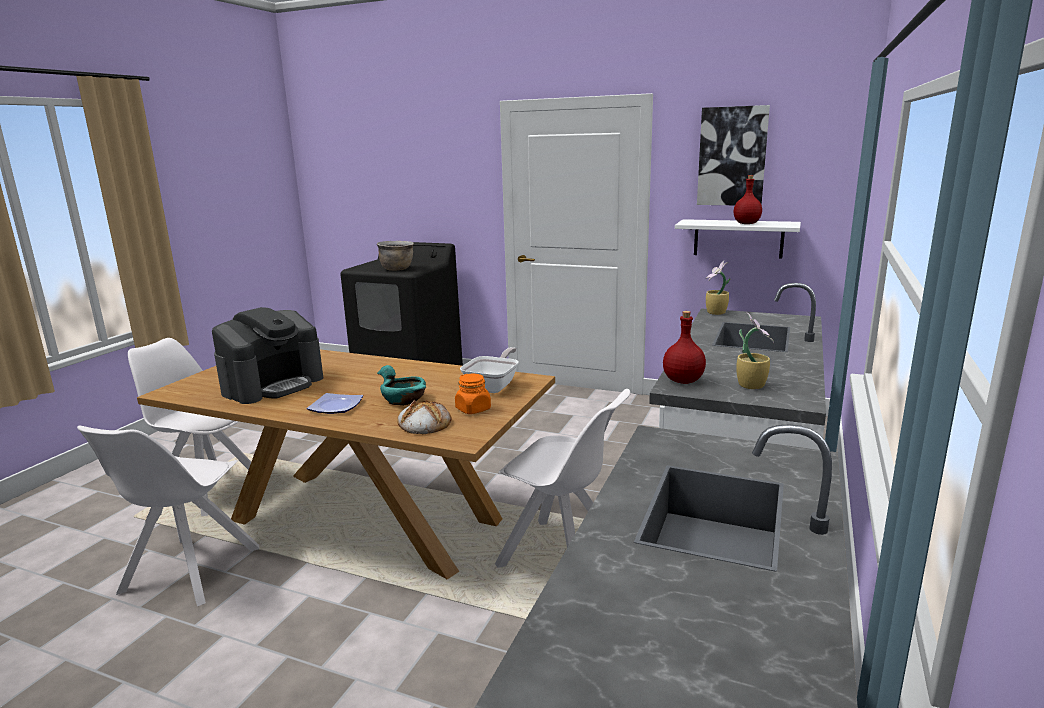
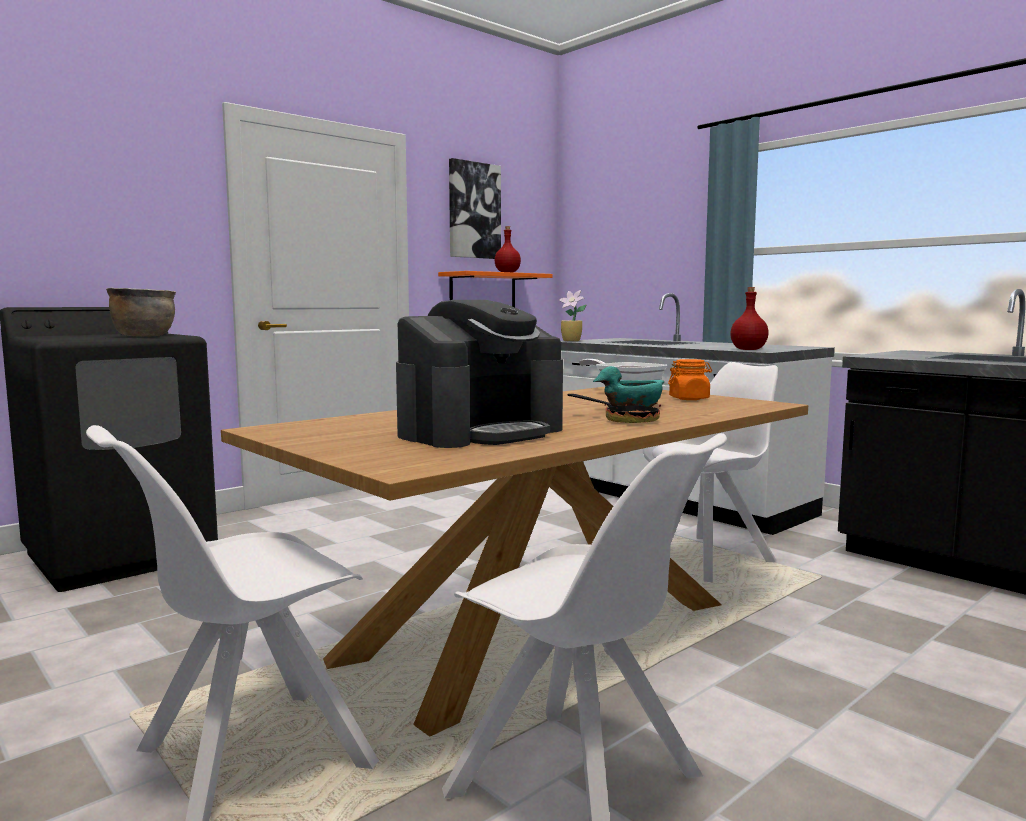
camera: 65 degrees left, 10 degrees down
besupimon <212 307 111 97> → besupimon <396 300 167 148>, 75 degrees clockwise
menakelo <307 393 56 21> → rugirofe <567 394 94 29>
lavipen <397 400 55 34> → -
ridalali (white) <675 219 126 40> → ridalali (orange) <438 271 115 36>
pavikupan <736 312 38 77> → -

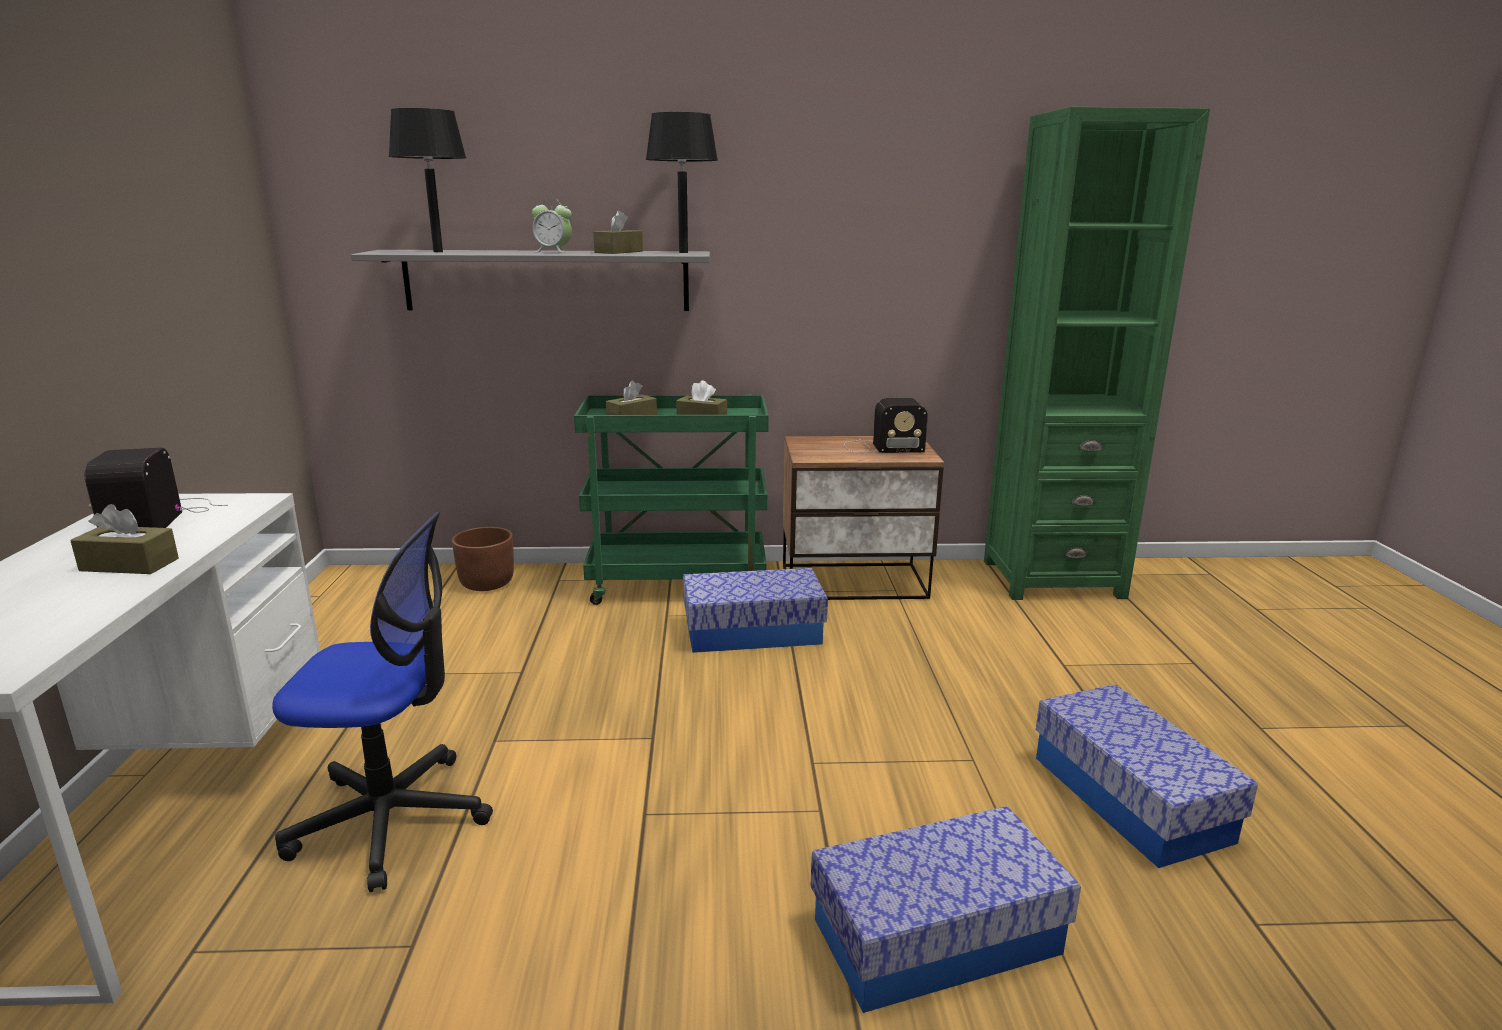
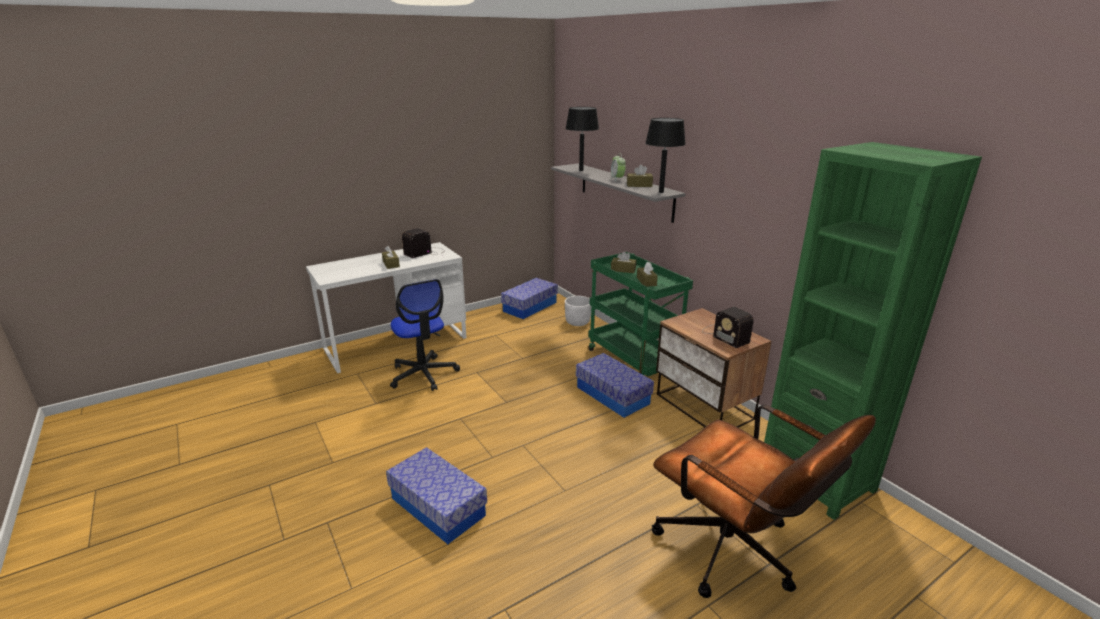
camera: 60 degrees right, 5 degrees up
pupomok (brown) <452 527 62 64> → pupomok (white) <565 296 26 30>
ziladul <1036 684 222 184> → ziladul <501 278 57 41>, relocated
- → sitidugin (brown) <652 404 224 194>

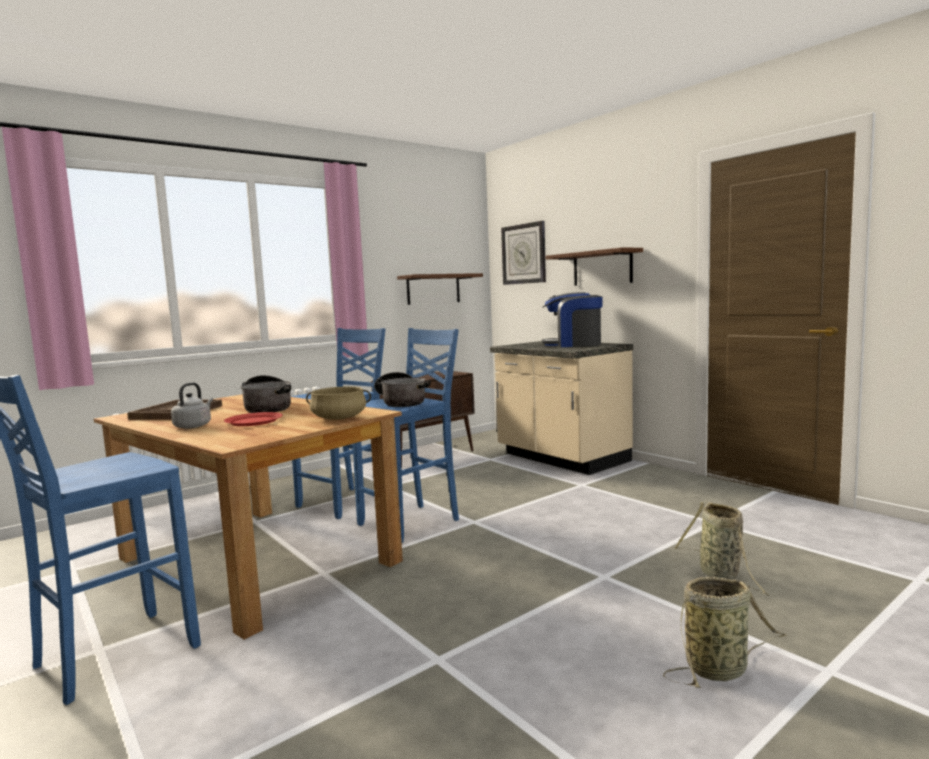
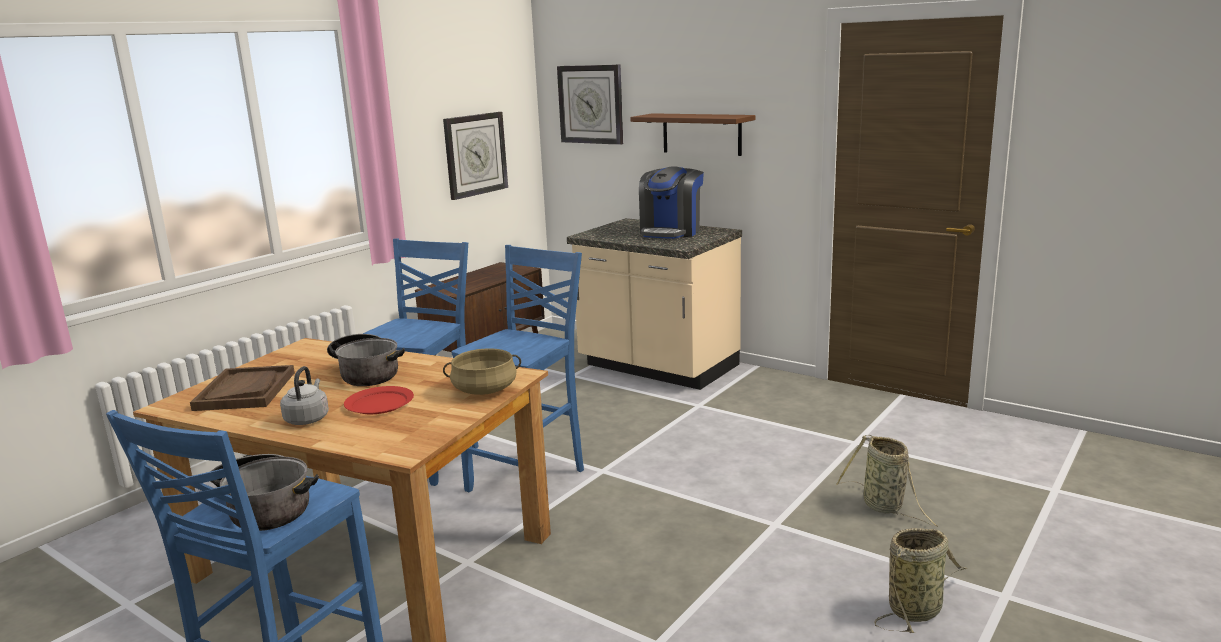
camera: 15 degrees left, 10 degrees up
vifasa <374 372 57 35> → vifasa <210 454 109 77>, relocated
ridalali (brown) <397 273 86 32> → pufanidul <443 112 65 88>
besupimon <542 292 61 55> → besupimon <639 166 65 73>, 60 degrees counterclockwise

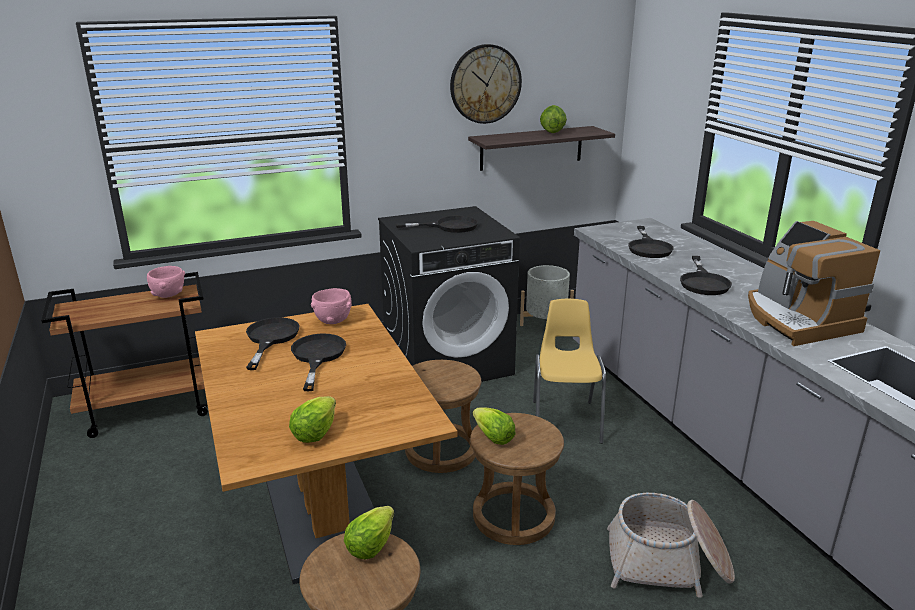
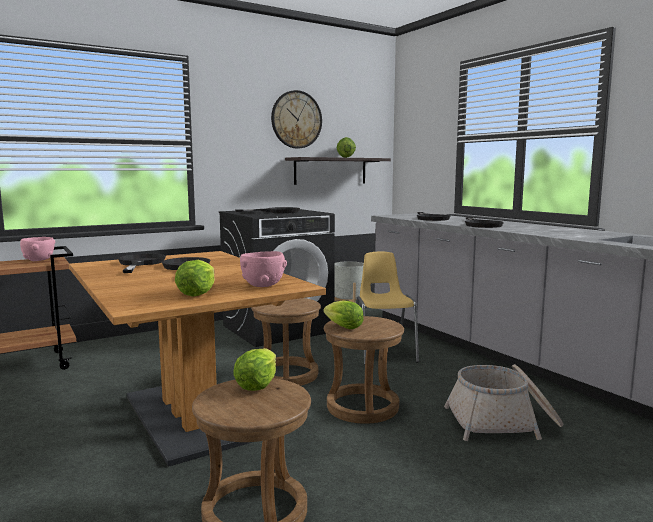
camera: 10 degrees left, 15 degrees down
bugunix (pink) <311 288 41 36> → bugunix (pink) <240 251 47 36>, relocated
besupimon <748 221 132 125> → -

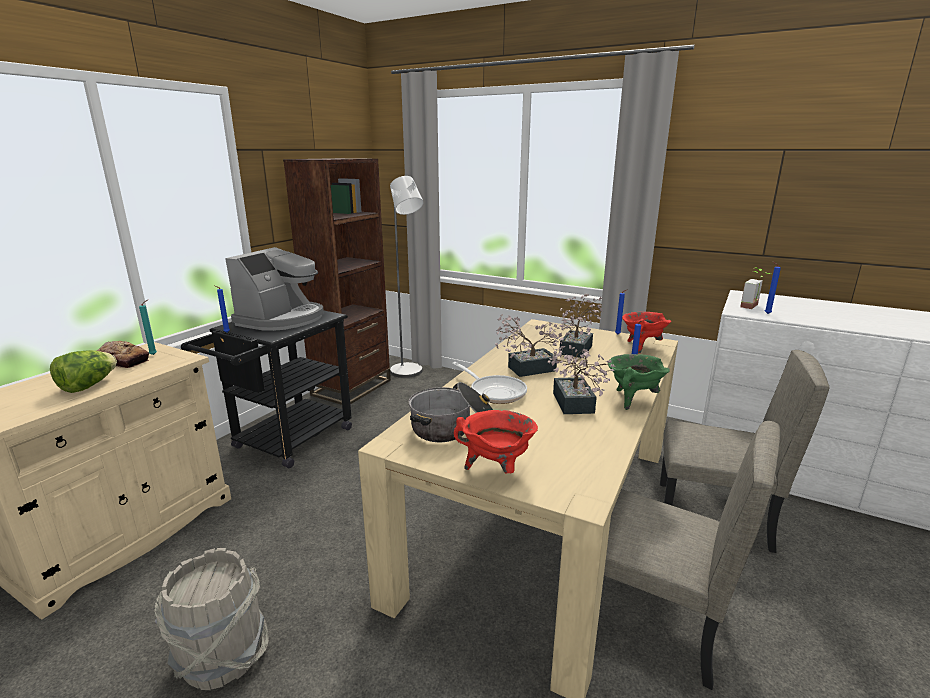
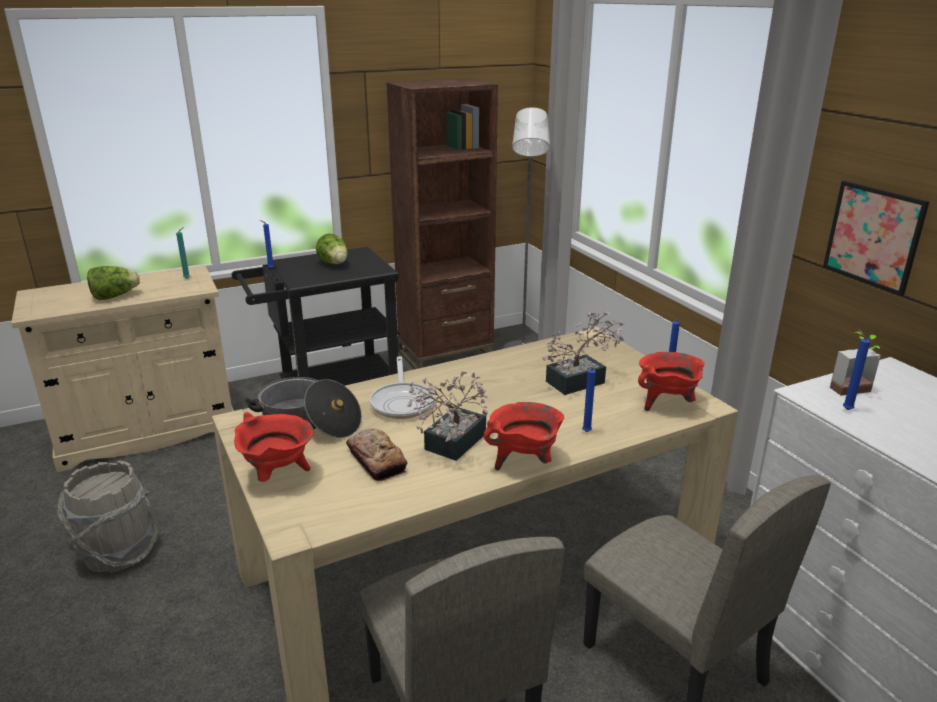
camera: 35 degrees right, 5 degrees up
lavipen <97 341 52 27> → lavipen <346 428 61 53>, relocated
besupimon <225 247 99 84> → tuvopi <316 233 32 31>
pavikupan <495 314 69 63> → -
vifasa (green) <608 354 62 56> → vifasa (red) <484 402 80 68>
- → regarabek <823 181 106 115>

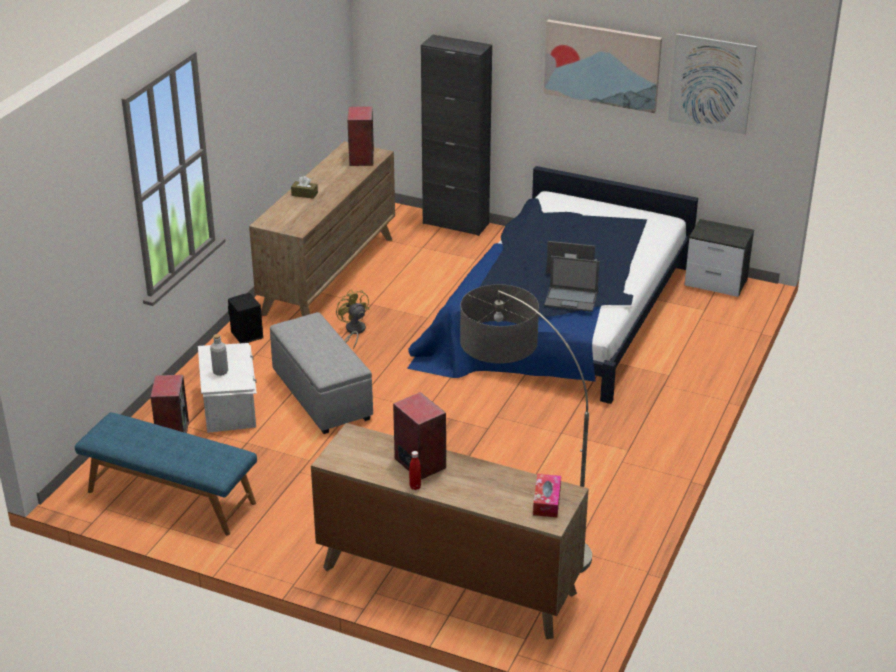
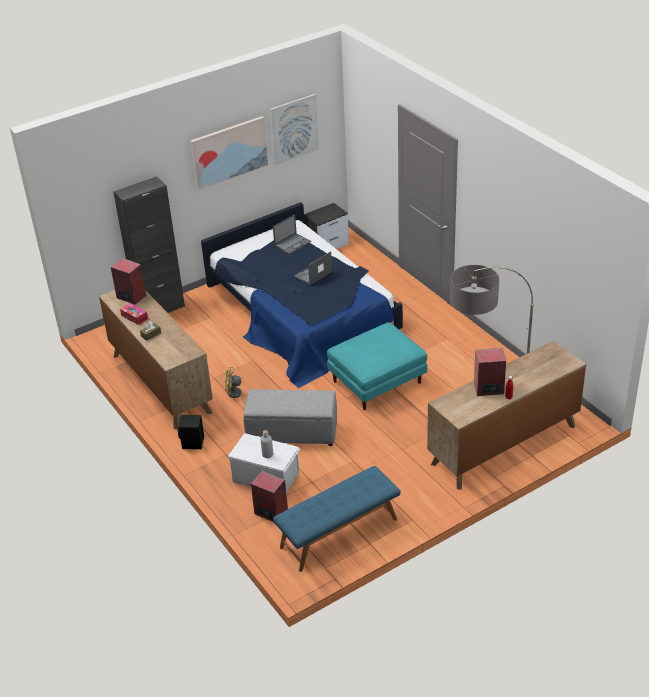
camera: 55 degrees left, 5 degrees up
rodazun <533 474 28 43> → rodazun <120 303 28 22>, relocated
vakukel <544 256 56 56> → vakukel <273 214 38 40>, relocated
- → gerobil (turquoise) <327 322 100 88>

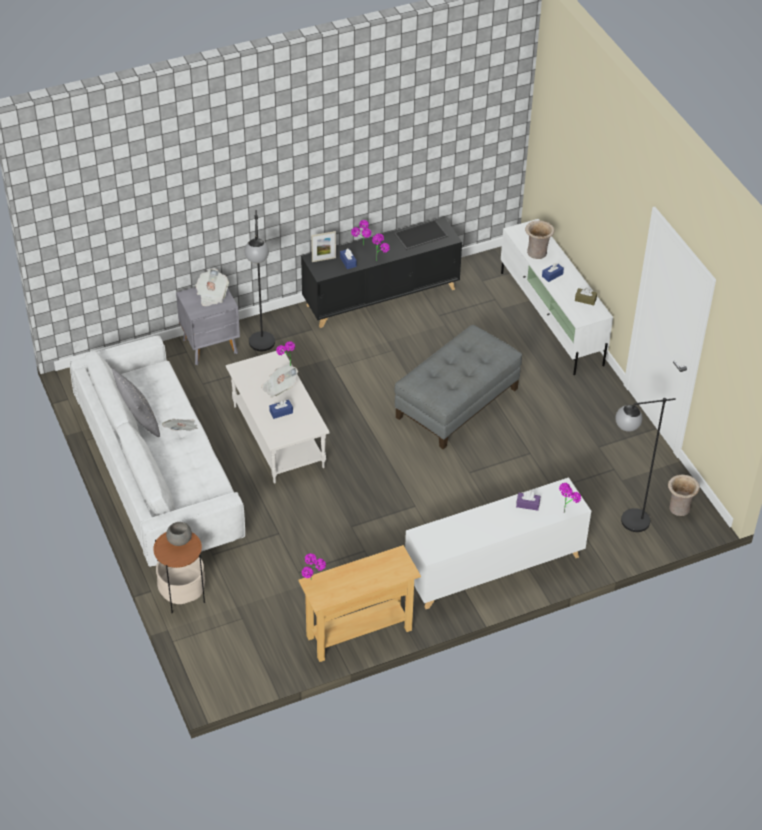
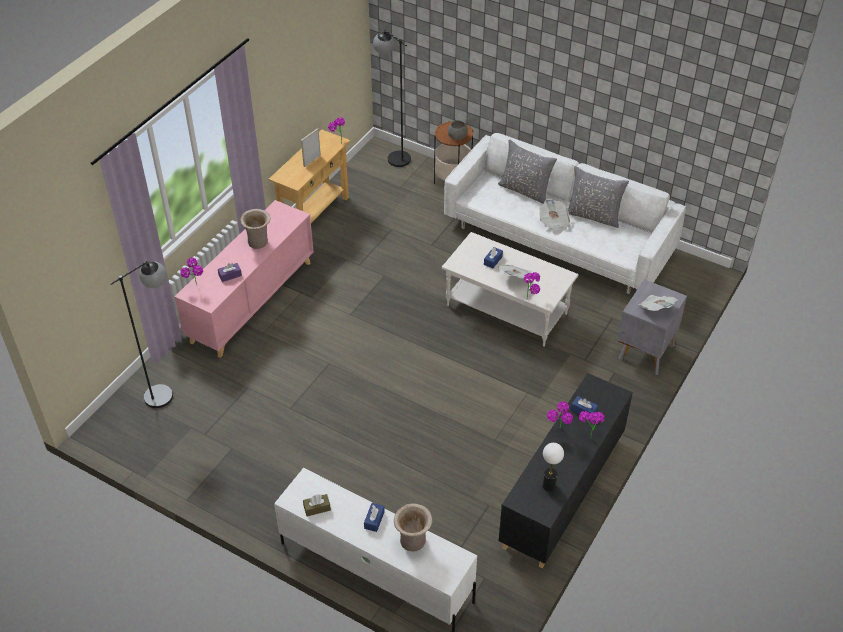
camera: 145 degrees right, 0 degrees up
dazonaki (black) <244 210 31 141> → dazonaki (black) <373 30 38 137>, relocated
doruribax <311 231 25 31> → doruribax <301 128 20 39>, relocated
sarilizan <394 220 54 30> → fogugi <542 443 22 48>
gerobil (grey) <394 325 128 124> → -
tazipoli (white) <405 477 186 132> → tazipoli (pink) <175 200 139 158>
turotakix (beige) <668 474 32 42> → turotakix (beige) <240 209 30 40>, relocated
- → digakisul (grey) <498 140 59 64>

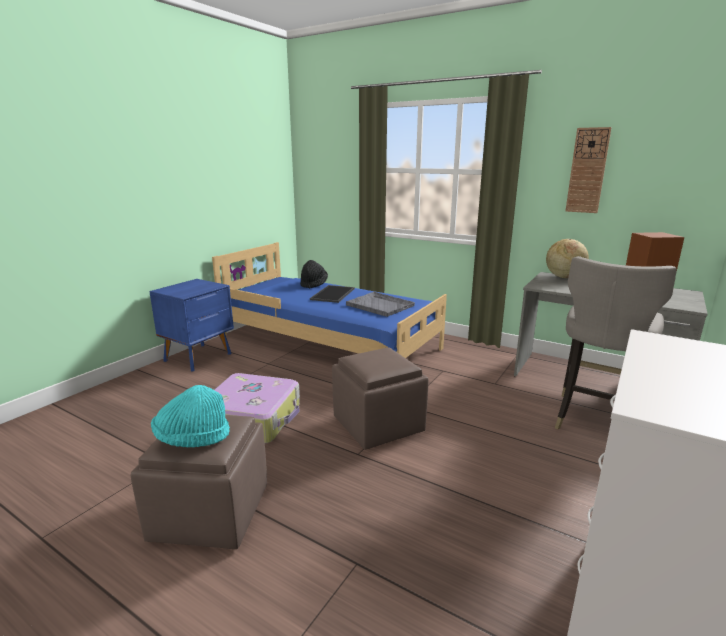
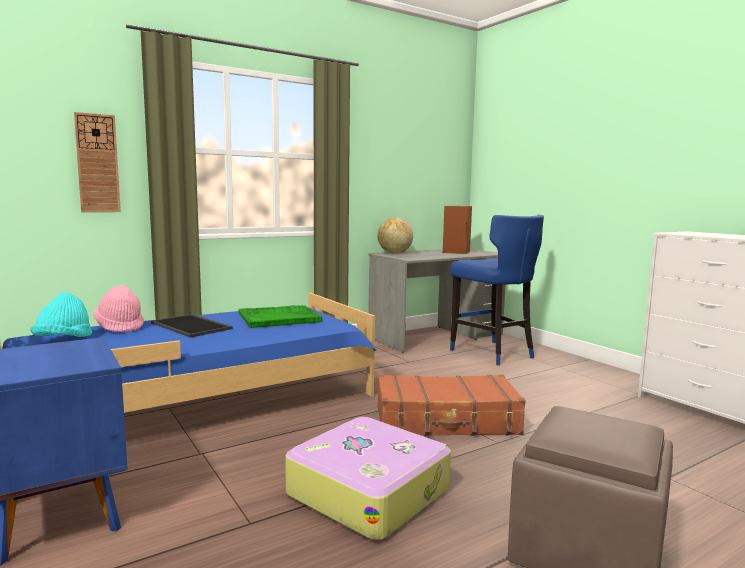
camera: 65 degrees left, 10 degrees down
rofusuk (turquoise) <151 385 79 62> → rofusuk (turquoise) <30 292 62 45>, relocated
rofusuk (black) <300 260 28 28> → rofusuk (pink) <93 285 51 47>
gerobil (brown) <332 347 97 103> → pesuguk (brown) <377 375 149 61>
sarilizan (grey) <346 292 69 25> → sarilizan (green) <239 305 83 23>
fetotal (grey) <555 256 122 174> → fetotal (blue) <450 215 94 151>
pufanidul <566 127 46 86> → pufanidul <74 112 47 100>, relocated

